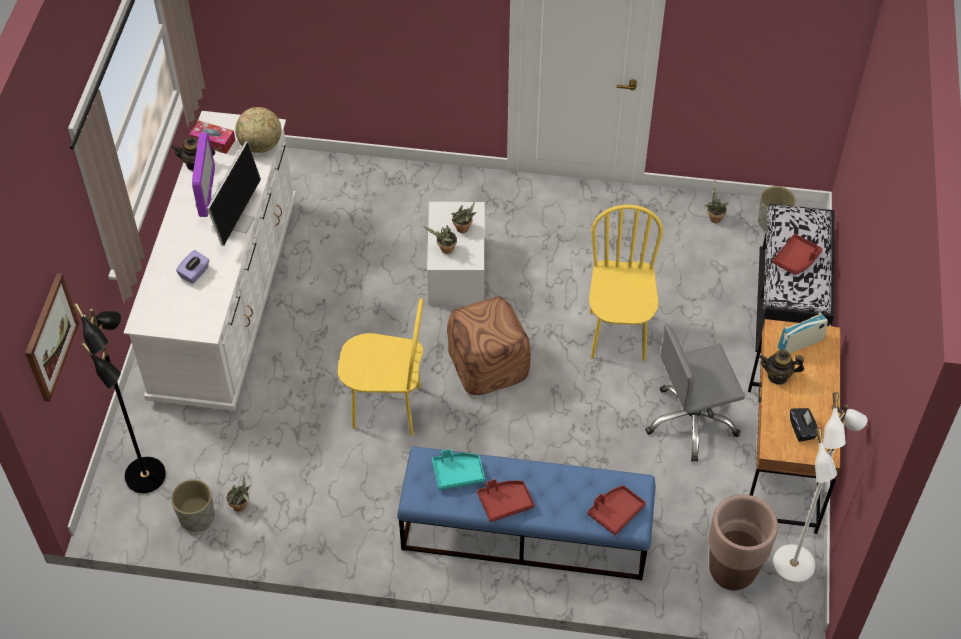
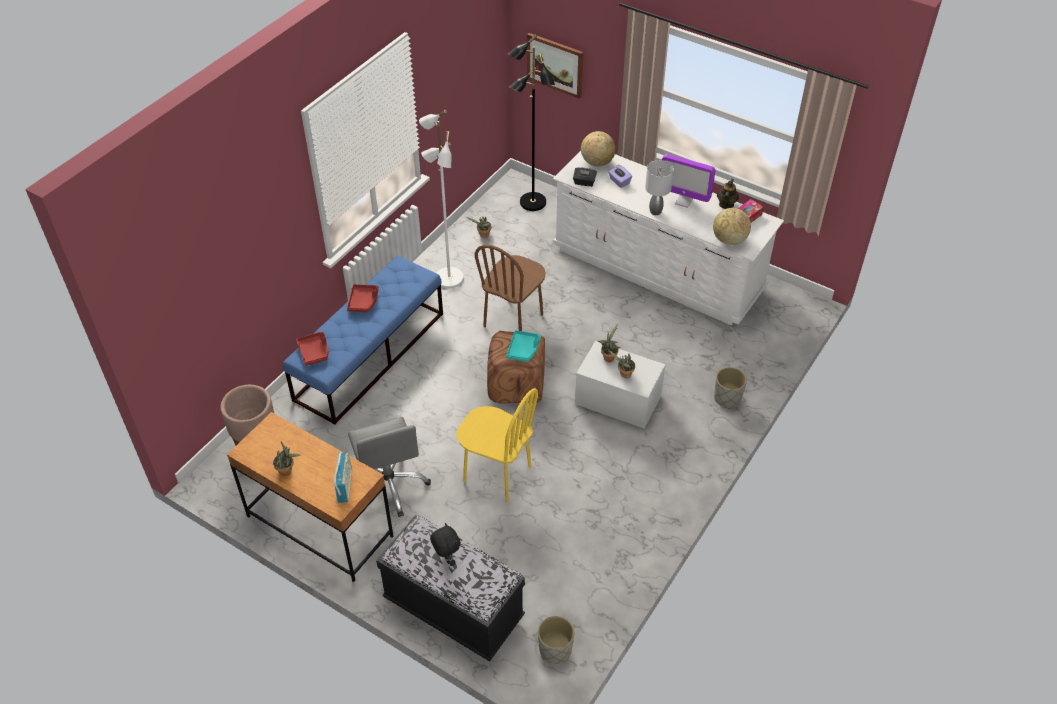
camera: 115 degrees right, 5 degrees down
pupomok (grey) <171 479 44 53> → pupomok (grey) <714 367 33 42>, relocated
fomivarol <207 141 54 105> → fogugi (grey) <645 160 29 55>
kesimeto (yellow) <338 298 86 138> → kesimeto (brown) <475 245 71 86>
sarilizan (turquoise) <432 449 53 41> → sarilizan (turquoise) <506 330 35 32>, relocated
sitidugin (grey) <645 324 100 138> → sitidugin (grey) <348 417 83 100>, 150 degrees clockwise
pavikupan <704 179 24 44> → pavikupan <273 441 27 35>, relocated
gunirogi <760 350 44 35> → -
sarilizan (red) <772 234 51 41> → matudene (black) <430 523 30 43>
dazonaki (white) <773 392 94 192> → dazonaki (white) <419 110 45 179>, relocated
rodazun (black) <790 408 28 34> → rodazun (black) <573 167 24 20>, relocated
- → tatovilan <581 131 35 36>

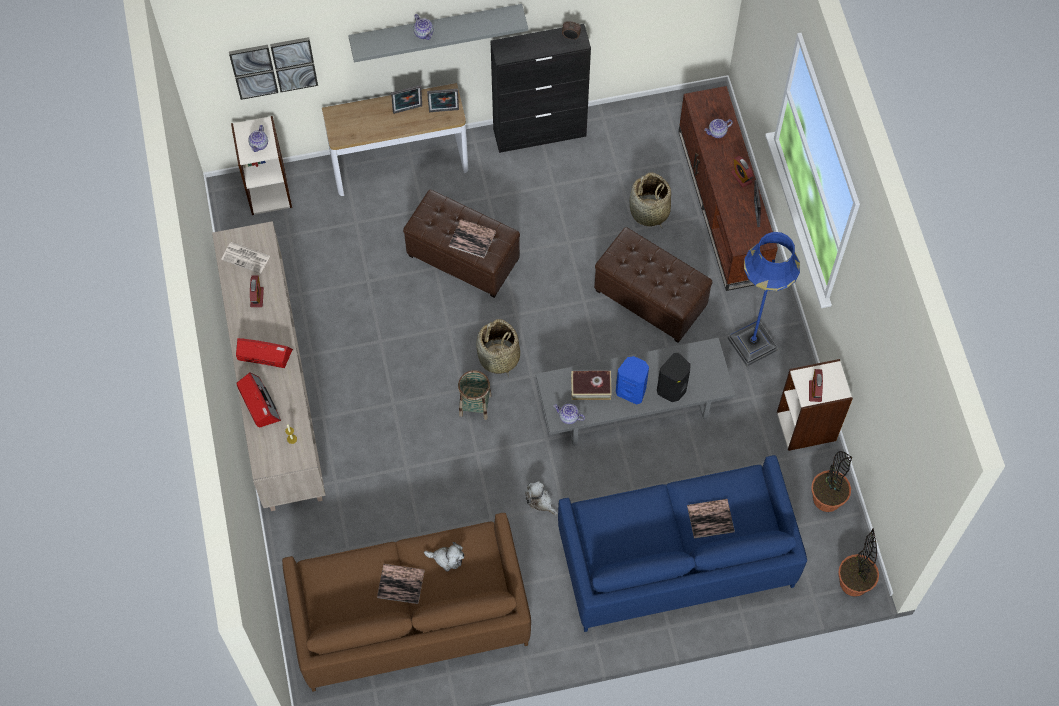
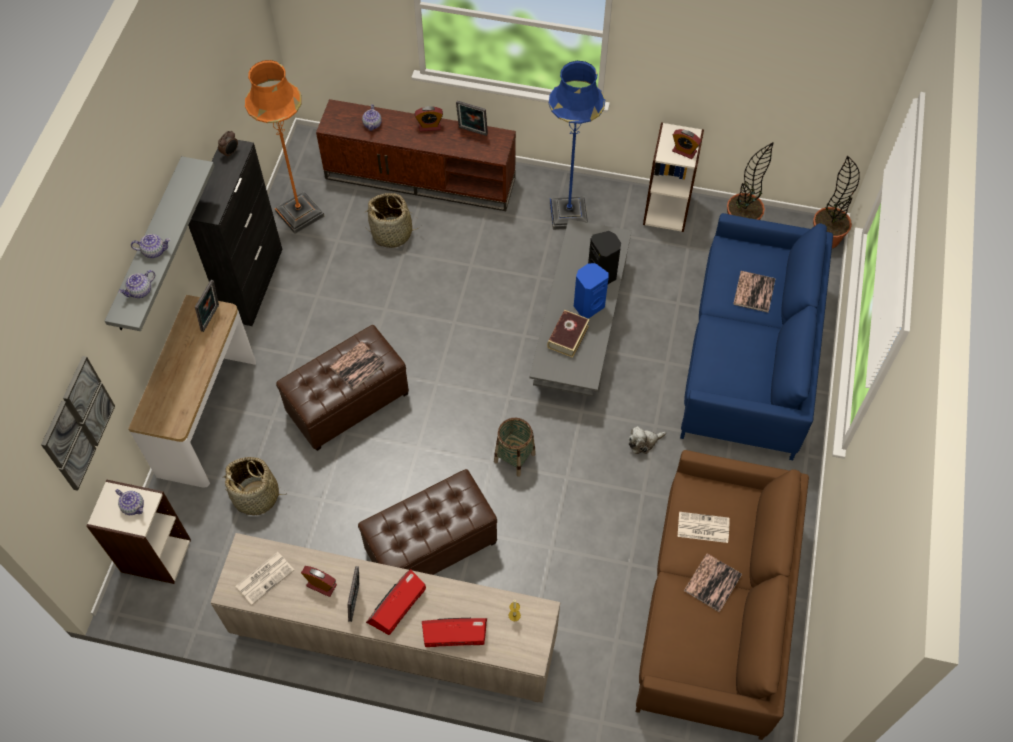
camera: 65 degrees left, 5 degrees down
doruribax <391 85 31 29> → doruribax <347 566 12 56>, relocated
matudene <424 542 40 29> → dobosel <678 512 52 31>
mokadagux <476 319 44 55> → mokadagux <222 457 63 59>, relocated
gunirogi <554 404 31 20> → gunirogi <119 270 36 28>, relocated
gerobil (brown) <594 227 118 116> → gerobil (brown) <358 469 139 106>, relocated
- → dazonaki (orange) <245 60 79 174>

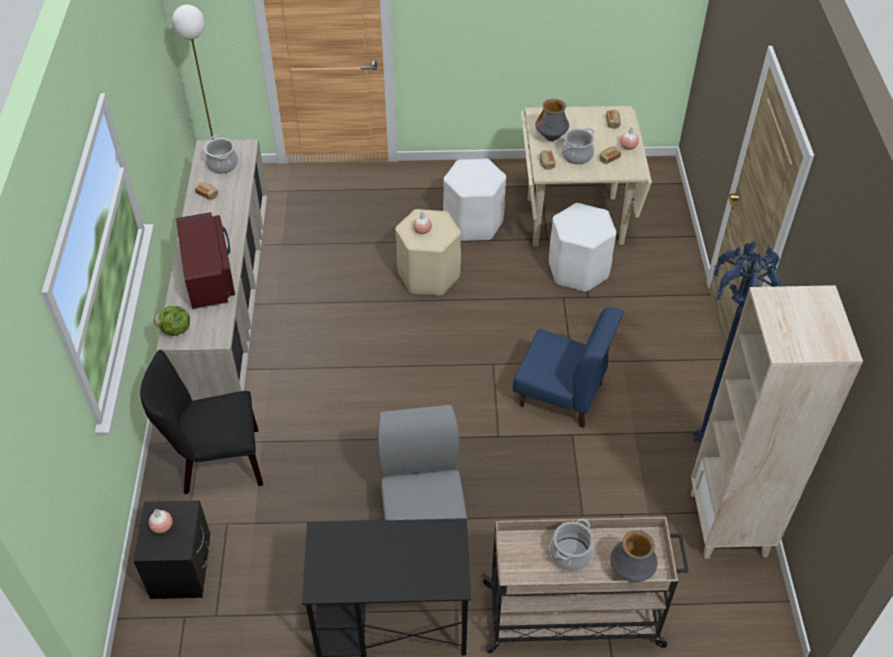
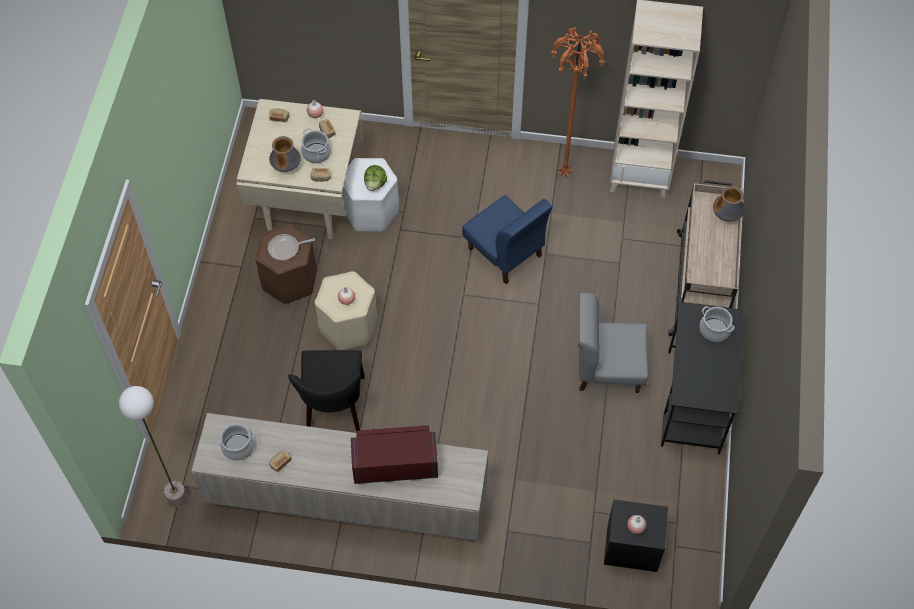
camera: 80 degrees left, 10 degrees up
kesimeto (black) <140 350 123 144> → kesimeto (black) <288 350 77 81>, relocated
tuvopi <153 306 37 30> → tuvopi <364 165 23 26>, relocated
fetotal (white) <443 159 63 83> → fetotal (brown) <255 224 62 80>
kesimeto (blue) <513 307 111 121> → kesimeto (blue) <462 195 90 89>, 105 degrees clockwise
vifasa <549 518 45 53> → vifasa <699 306 36 36>, relocated
dazonaki (blue) <692 241 90 202> → dazonaki (orange) <551 27 54 150>
- → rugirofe <268 234 47 27>

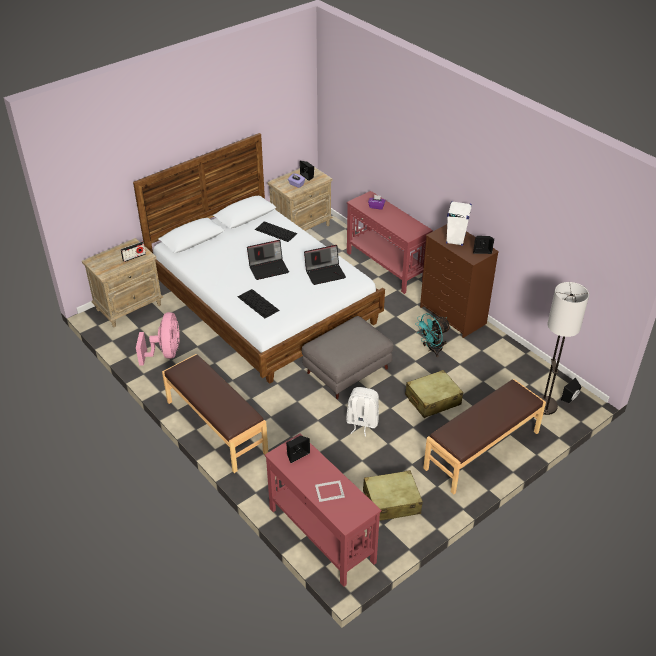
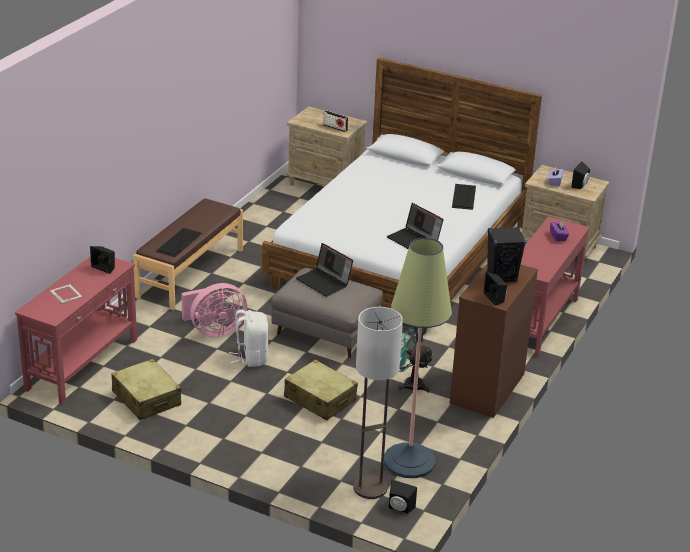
camera: 65 degrees right, 10 degrees down
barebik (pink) <136 312 44 54> → barebik (pink) <181 283 66 54>, relocated
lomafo <238 289 42 29> → lomafo <156 228 46 29>, relocated
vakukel <247 240 42 40> → vakukel <296 243 57 54>, relocated
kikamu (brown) <423 379 123 116> → -
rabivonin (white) <446 201 26 45> → rabivonin (black) <487 227 39 55>
- → dazonaki <384 238 68 240>

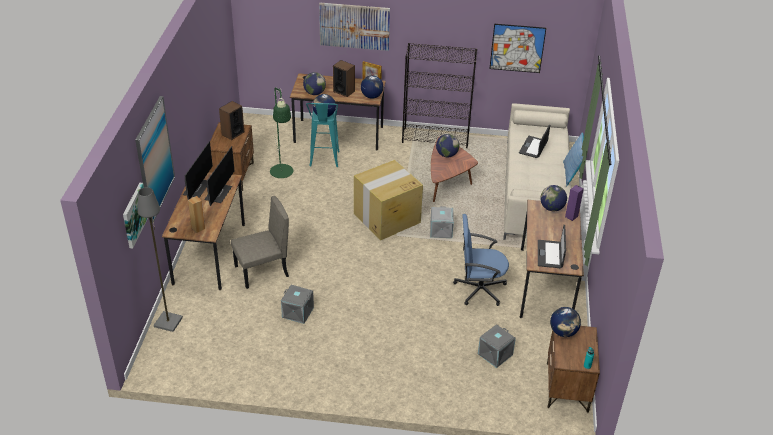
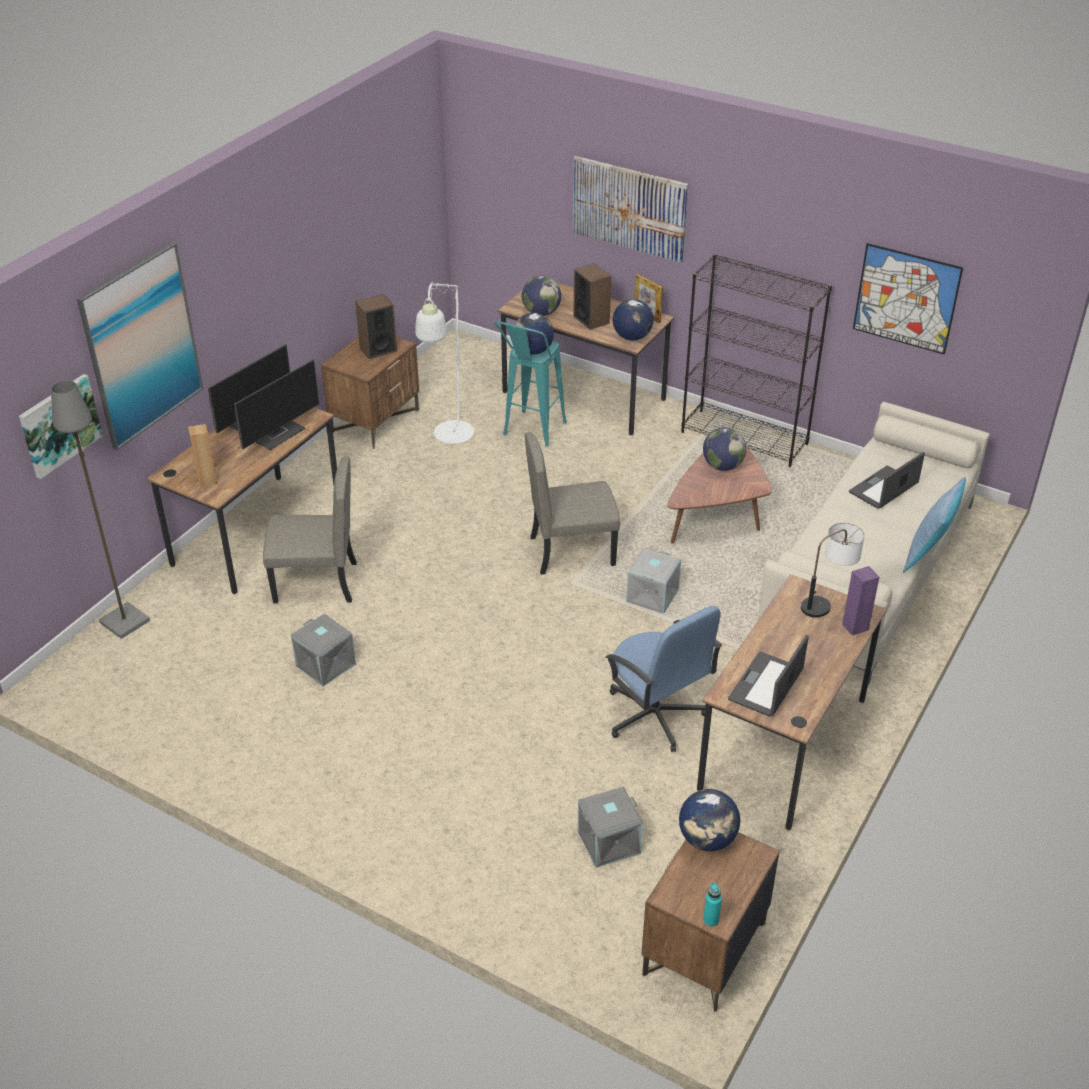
camera: 25 degrees right, 0 degrees up
dazonaki (green) <270 88 23 90> → dazonaki (white) <415 282 67 162>
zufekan <354 160 69 80> → kesimeto (beige) <525 432 95 143>
sitidugin (blue) <453 214 56 92> → sitidugin (blue) <605 606 117 146>, 150 degrees counterclockwise
tatovilan <540 185 27 26> → fogugi <801 523 64 95>

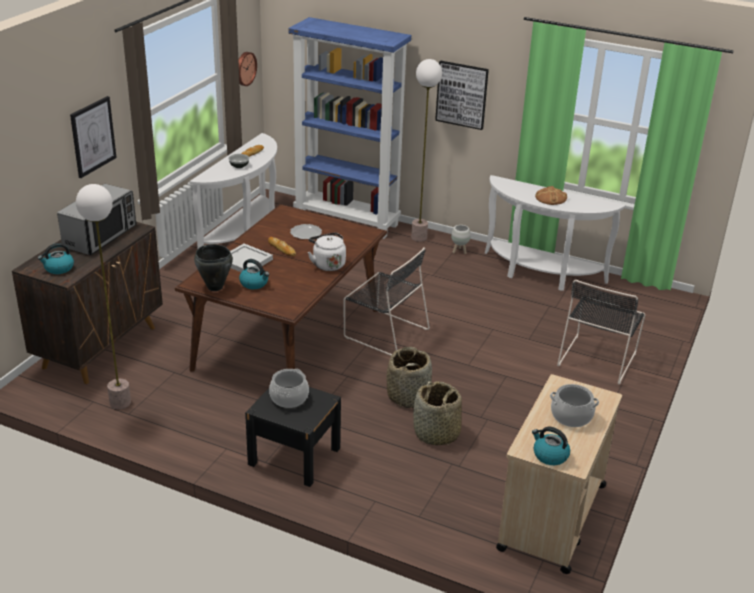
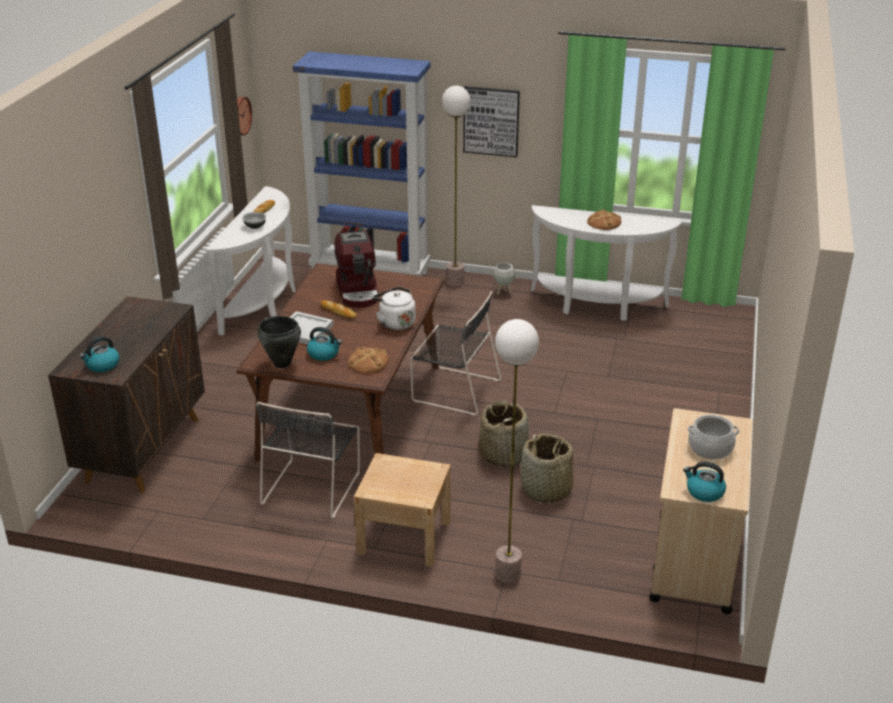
camera: 10 degrees left, 0 degrees up
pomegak <57 184 79 71> → -
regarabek <70 96 47 82> → -
dazonaki <76 184 55 225> → dazonaki <495 319 44 265>, relocated
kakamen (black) <245 387 96 100> → kakamen (beige) <354 453 97 114>
vifasa <269 369 40 39> → -
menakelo <290 224 32 15> → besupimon <334 231 45 77>
kesimeto (black) <557 280 88 105> → kesimeto (black) <256 402 104 117>, relocated
- → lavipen <348 347 41 26>

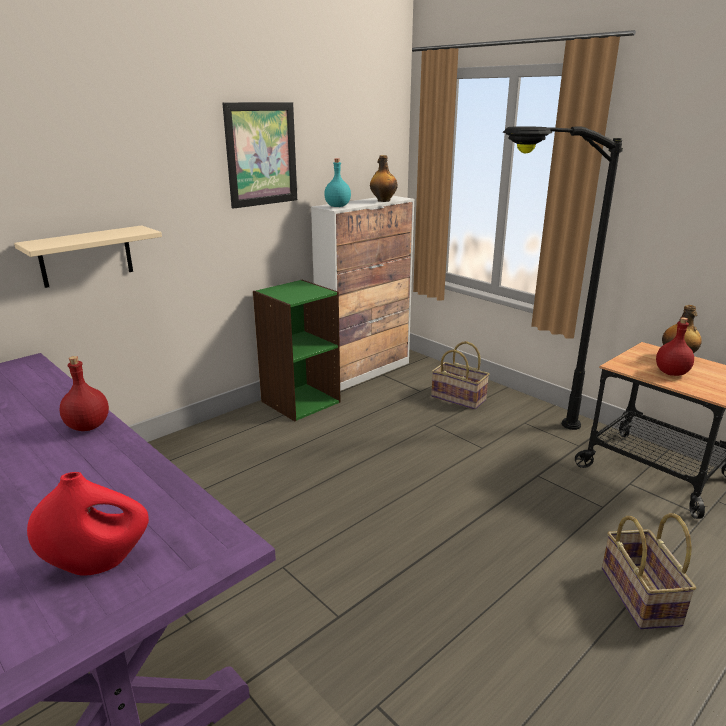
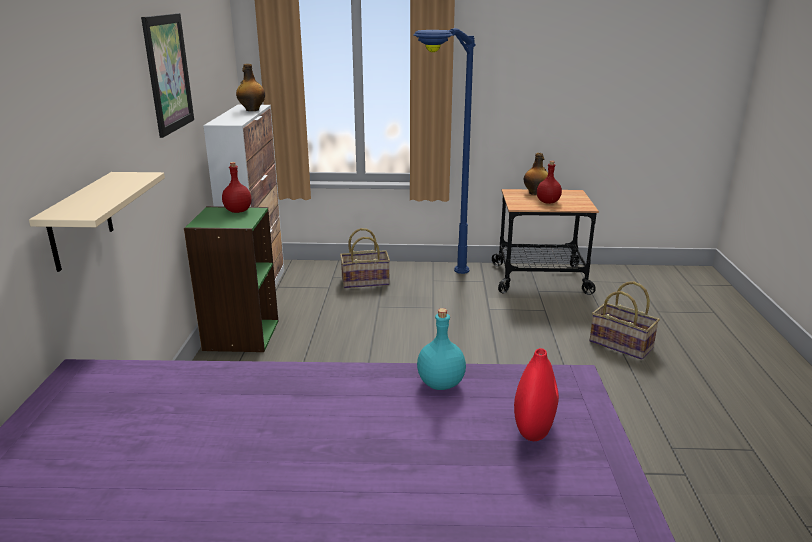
camera: 45 degrees left, 0 degrees up
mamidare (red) <60 356 49 75> → mamidare (red) <222 162 29 51>, relocated
mamidare (turquoise) <324 158 27 49> → mamidare (turquoise) <417 308 49 82>, relocated
dazonaki (black) <502 126 121 304> → dazonaki (blue) <413 28 63 246>

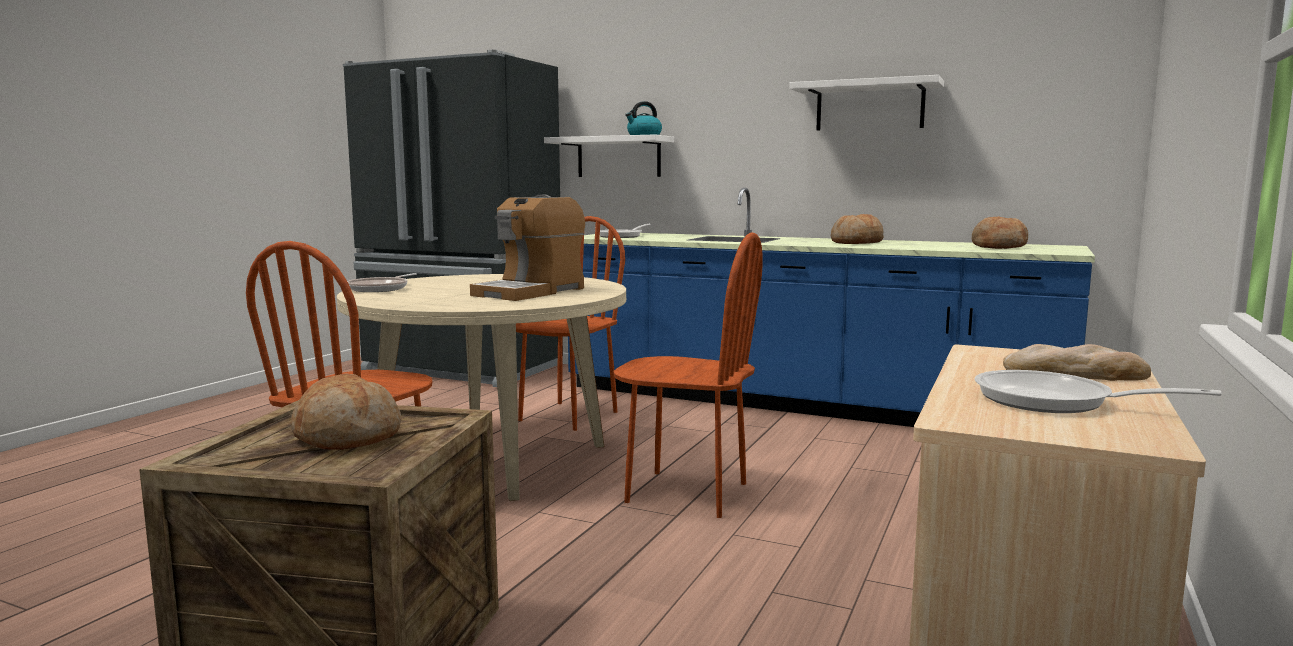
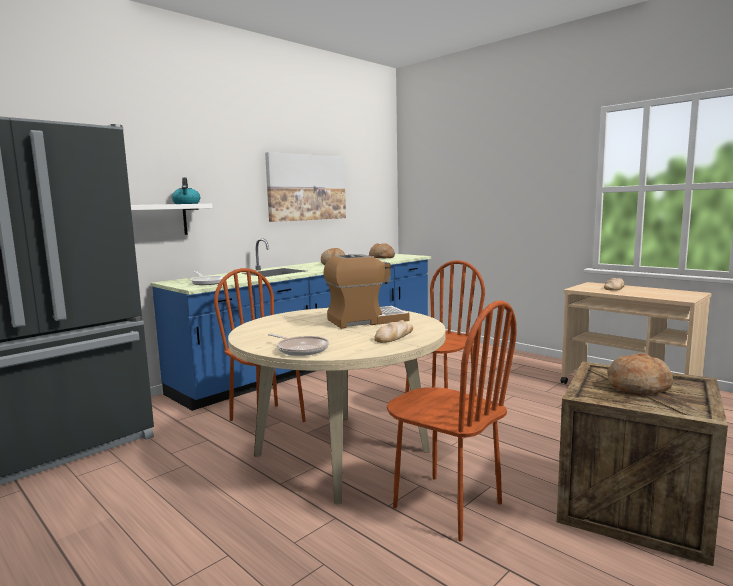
camera: 70 degrees left, 0 degrees up
besupimon <470 195 115 106> → besupimon <324 254 85 75>, 75 degrees counterclockwise
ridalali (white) <789 75 155 56> → regarabek <265 152 81 70>
rugirofe <975 370 246 43> → -
- → lavipen <374 320 39 23>

